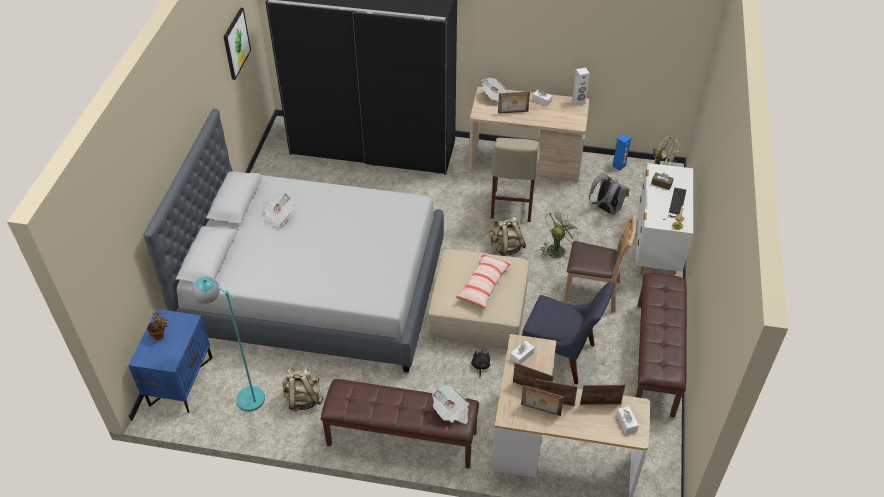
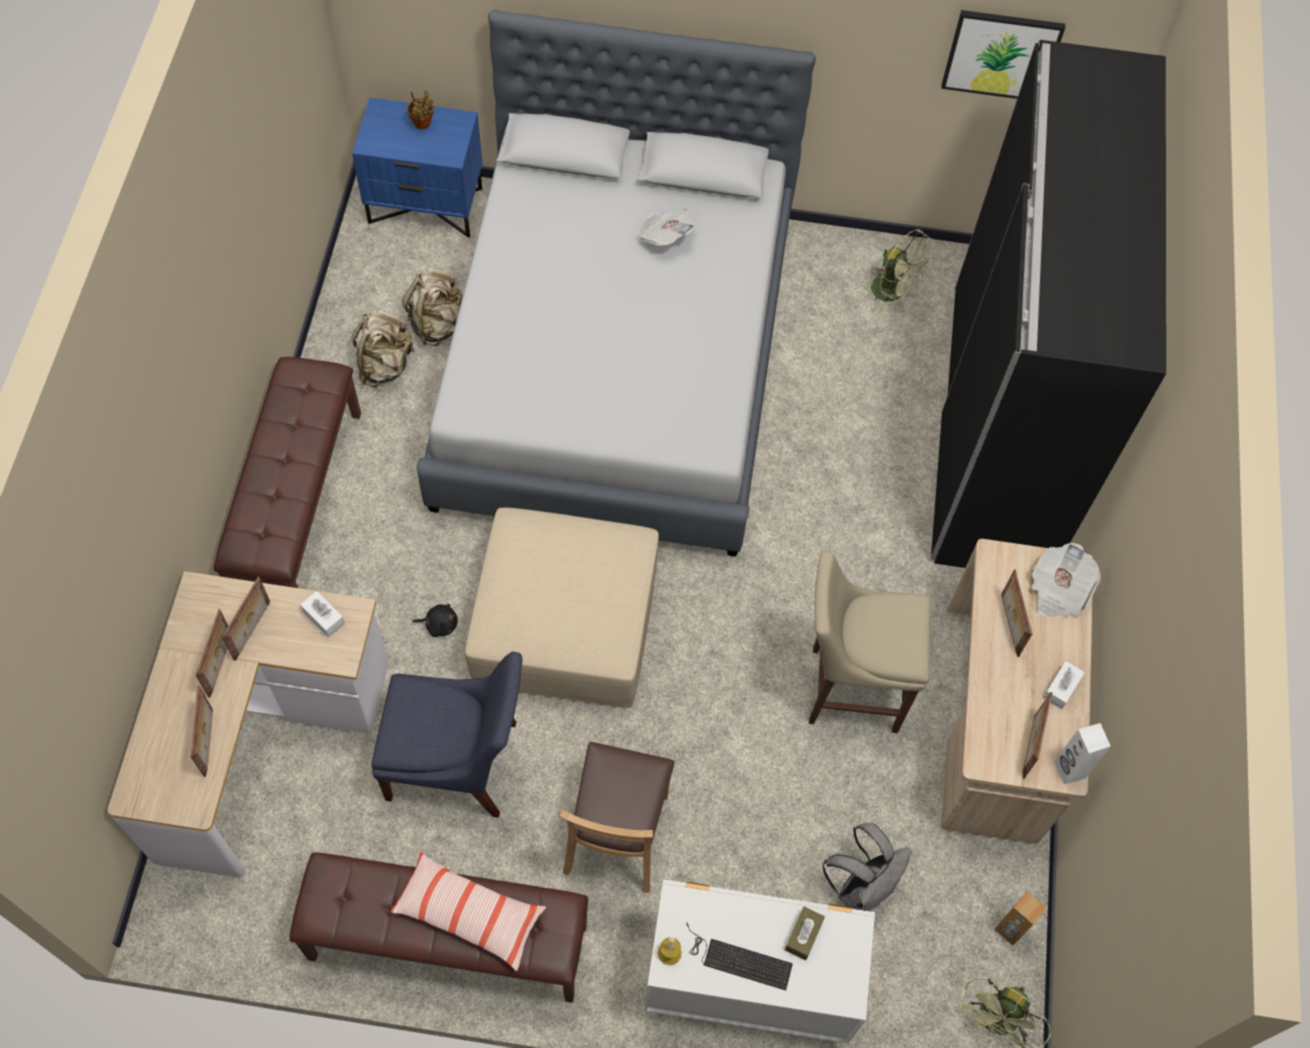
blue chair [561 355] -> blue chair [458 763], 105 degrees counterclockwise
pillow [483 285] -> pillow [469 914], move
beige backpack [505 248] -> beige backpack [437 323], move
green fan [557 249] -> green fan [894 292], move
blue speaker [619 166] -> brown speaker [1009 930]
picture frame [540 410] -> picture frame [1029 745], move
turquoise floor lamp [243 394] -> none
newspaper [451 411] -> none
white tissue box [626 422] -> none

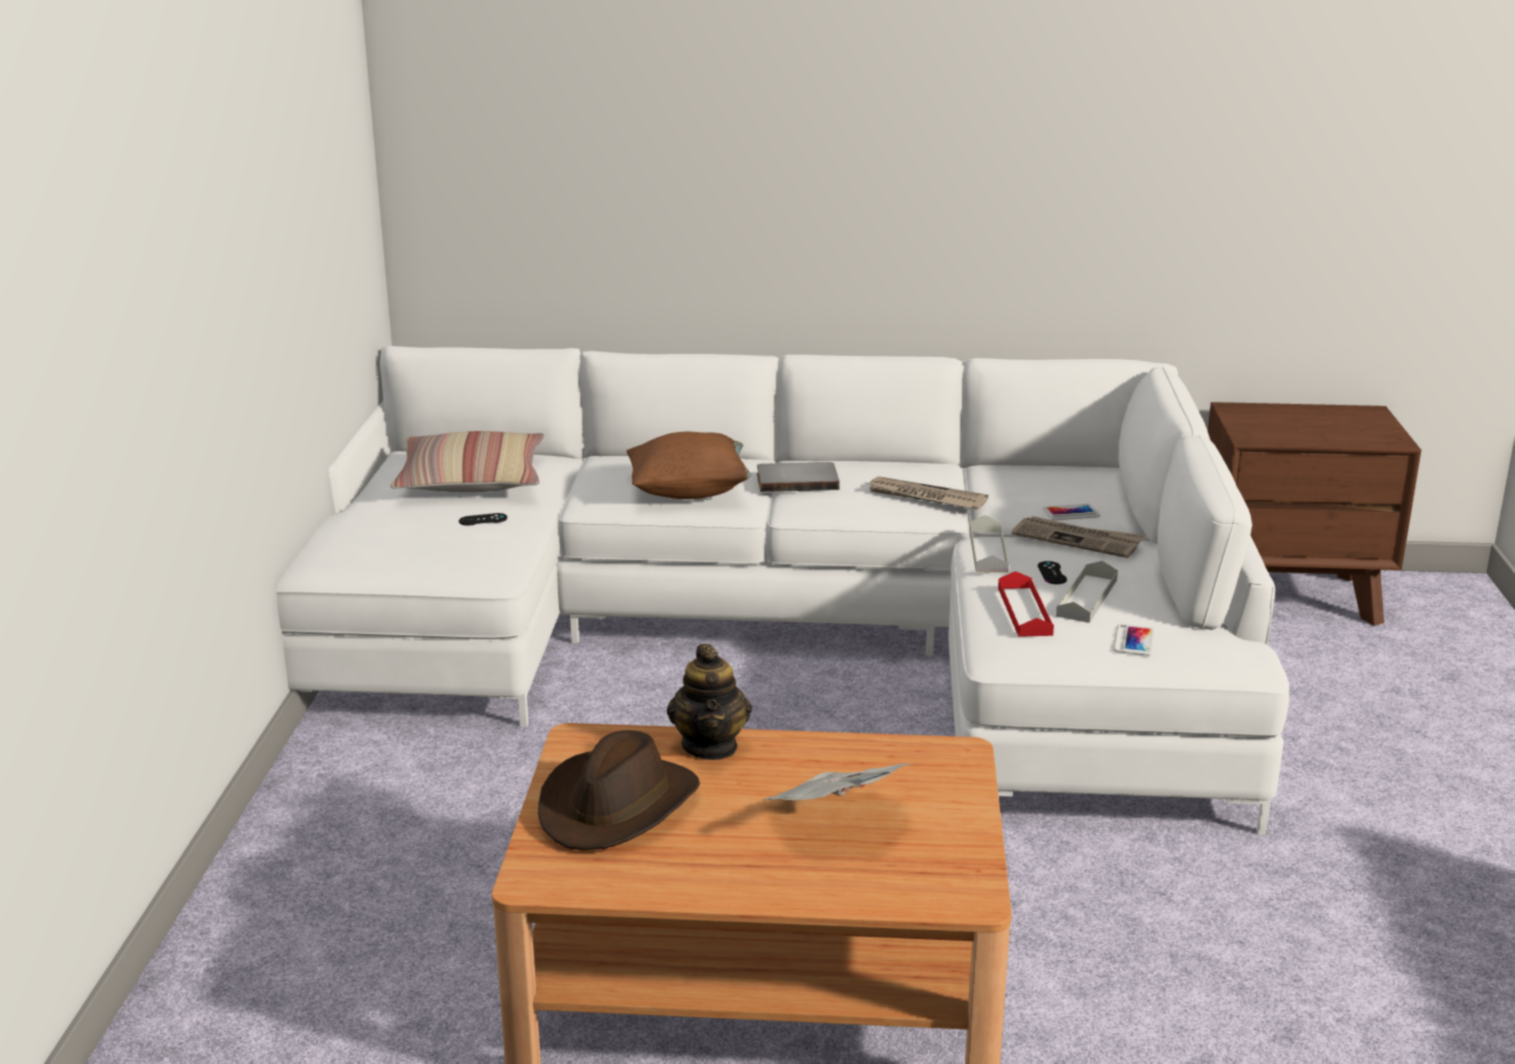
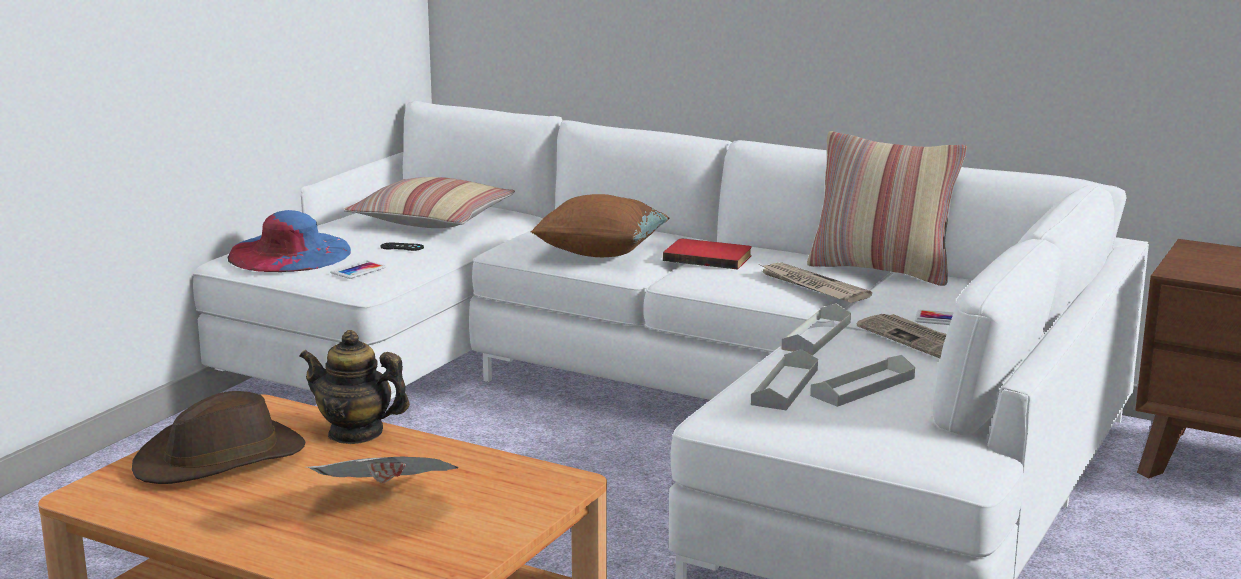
none -> blue hat [290 253]
teapot [710 746] -> teapot [356 433], 90 degrees clockwise
phone [1134 640] -> phone [358 270], move
grey book [797 480] -> red book [708 257]
red tray [1024 611] -> grey tray [785 387]
none -> pillow [881 270]
black game controller [1052 573] -> none

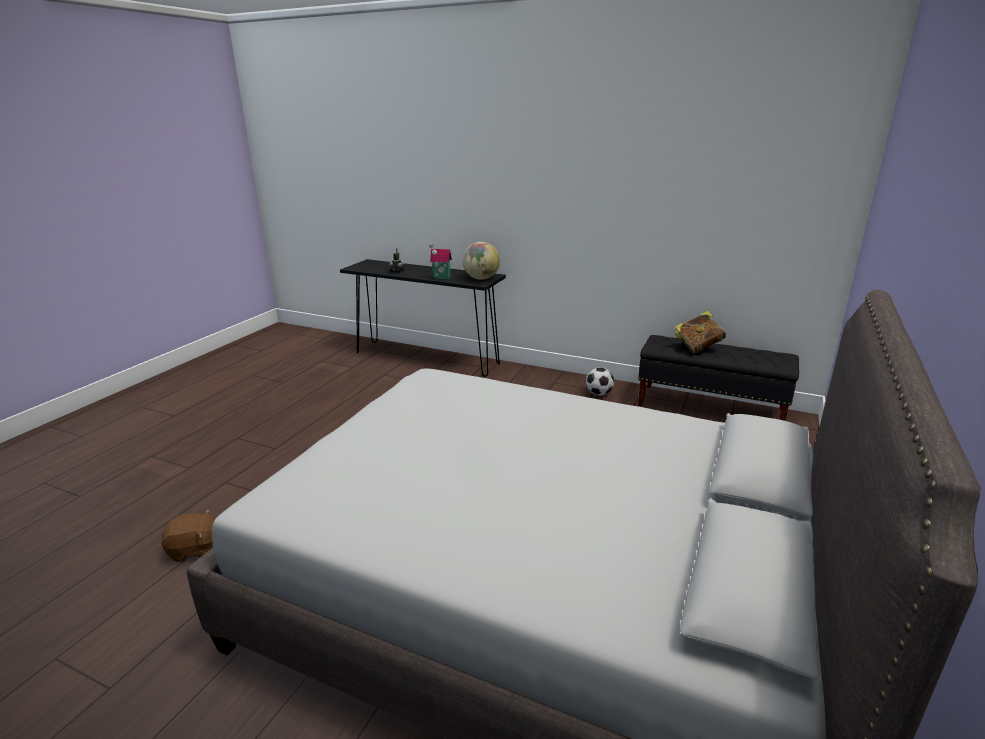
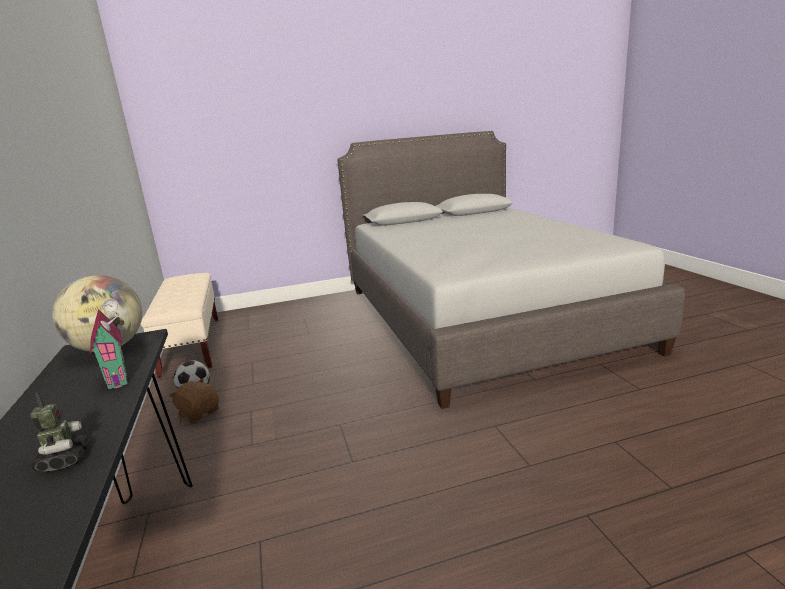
black bench [710 408] -> beige bench [192 345]
brown plush toy [195 549] -> brown plush toy [199 413], move
book [698 348] -> none

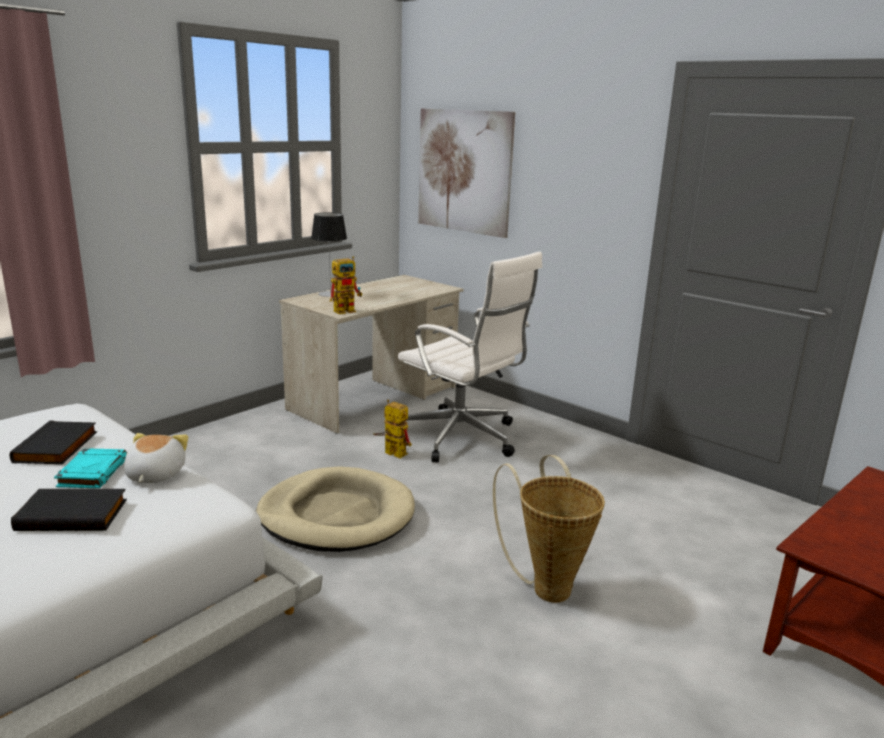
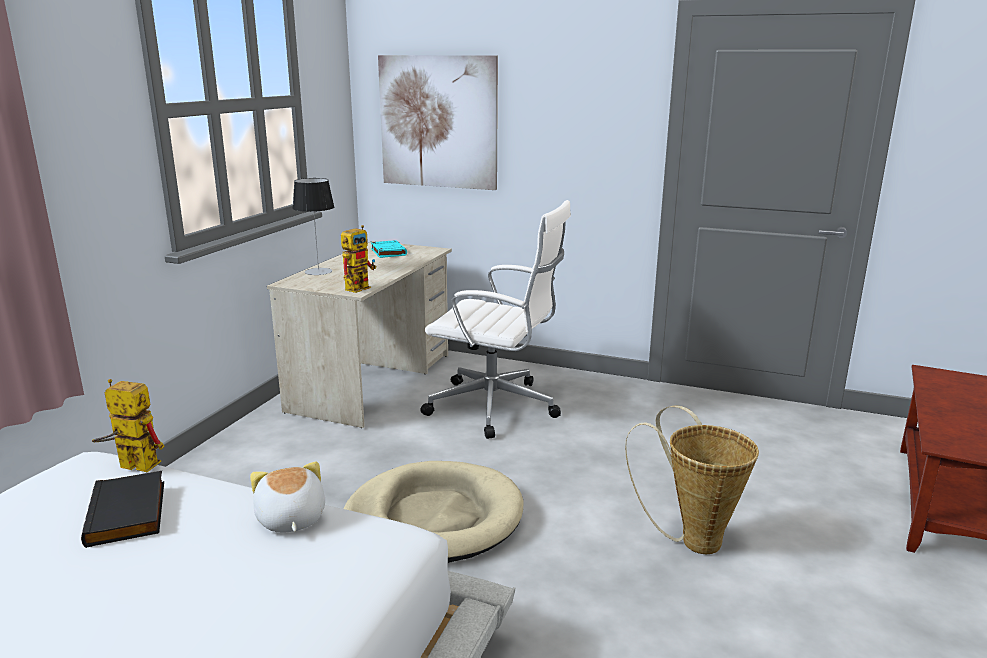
toy robot [391 453] -> toy robot [131 466], move
turquoise book [93 472] -> turquoise book [388 252], move
black book [74 514] -> none

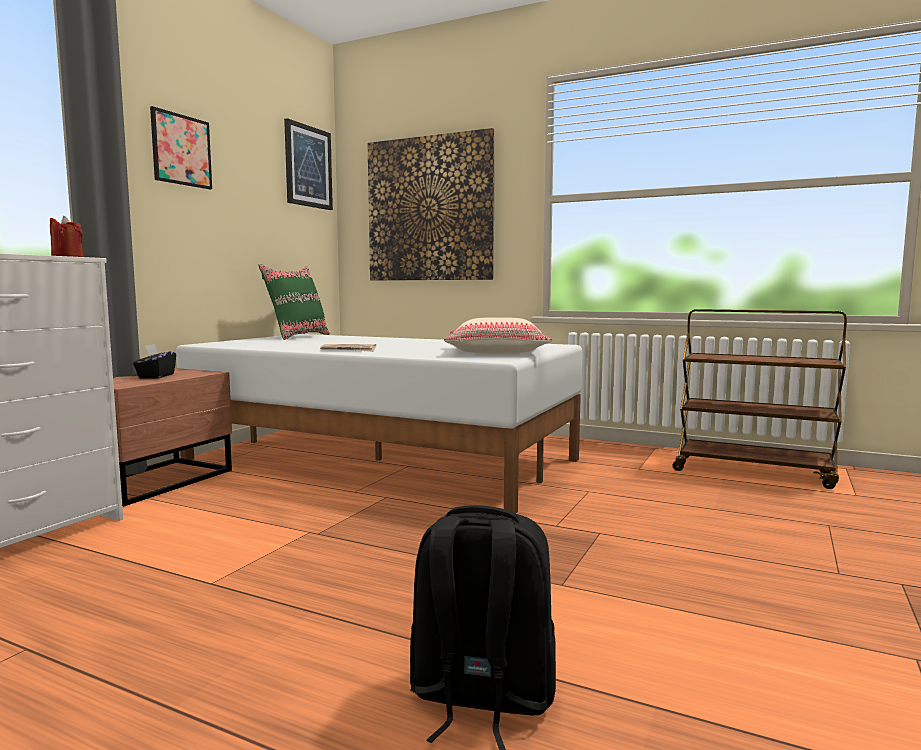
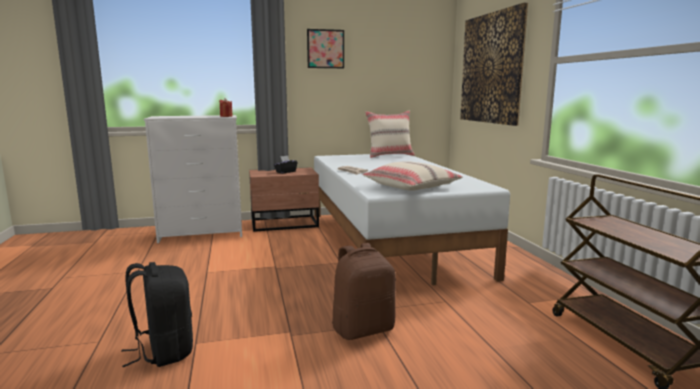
none -> brown backpack [363 329]
green pillow [297 336] -> beige pillow [390 155]
picture [308 166] -> none

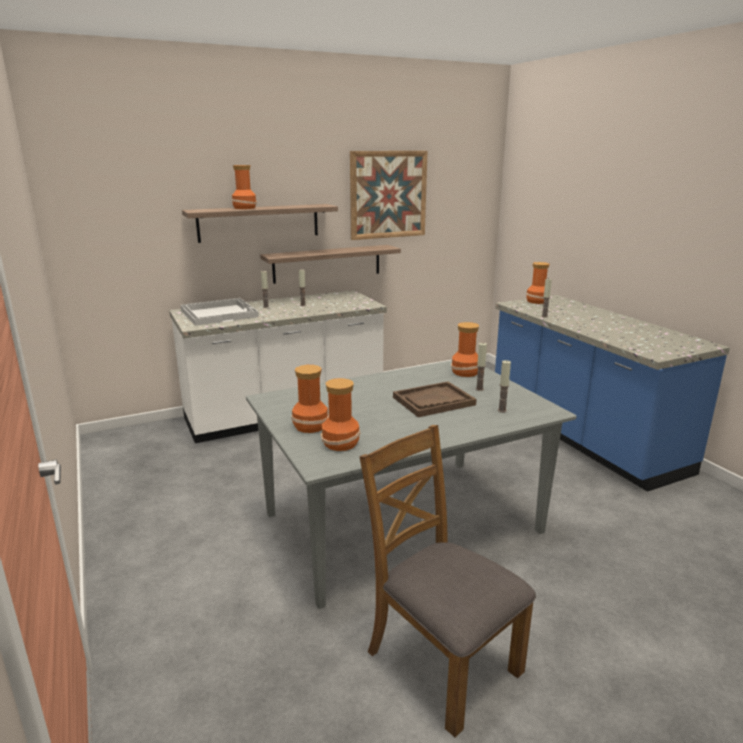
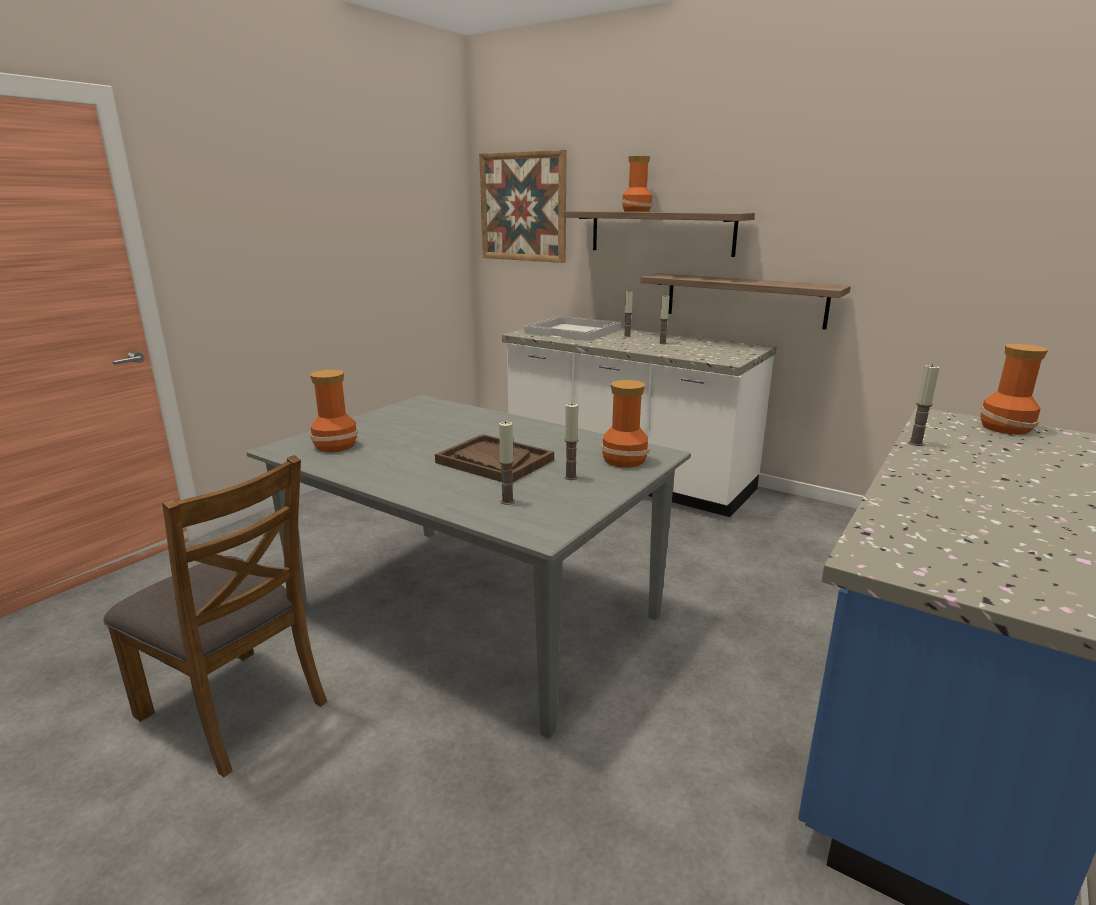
brown chair [441 661] -> brown chair [235 708], 105 degrees clockwise
picture [388 195] -> picture [523 207], move
vase [310 426] -> none

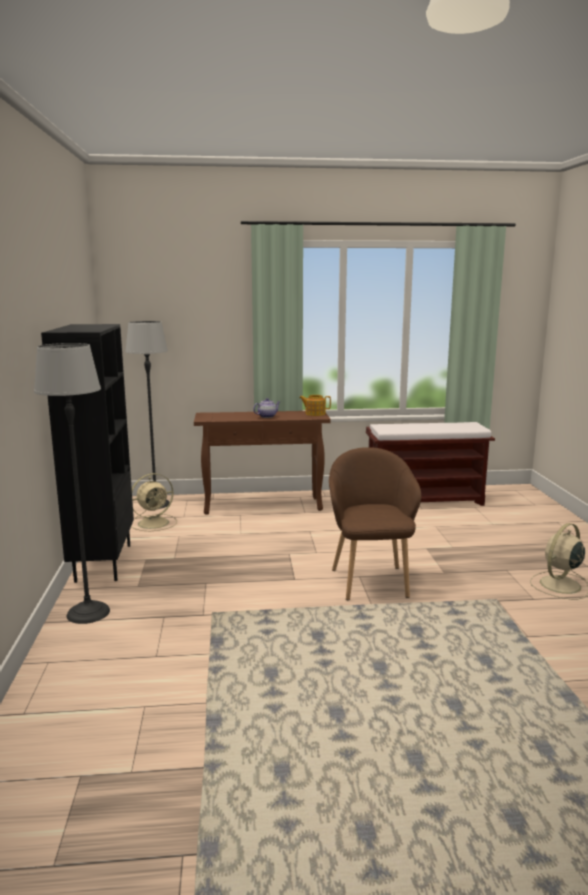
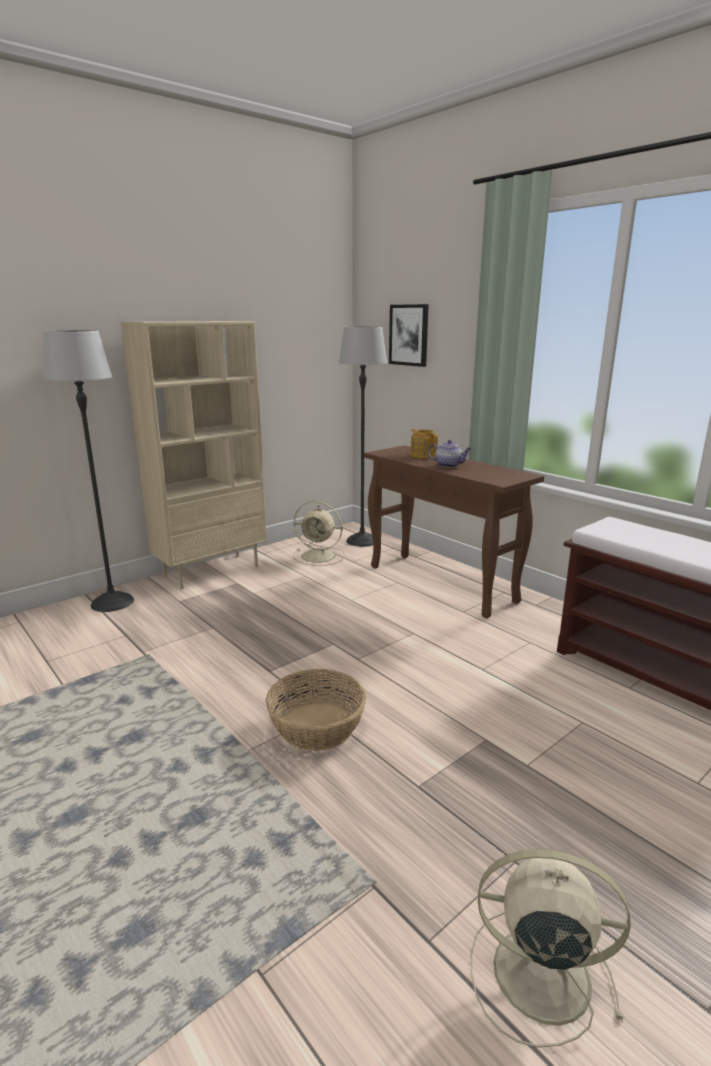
black bookcase [102 562] -> beige bookcase [211 570]
brown armchair [370 581] -> basket [317 726]
none -> picture [409 335]
teapot [314 413] -> teapot [423 455], move

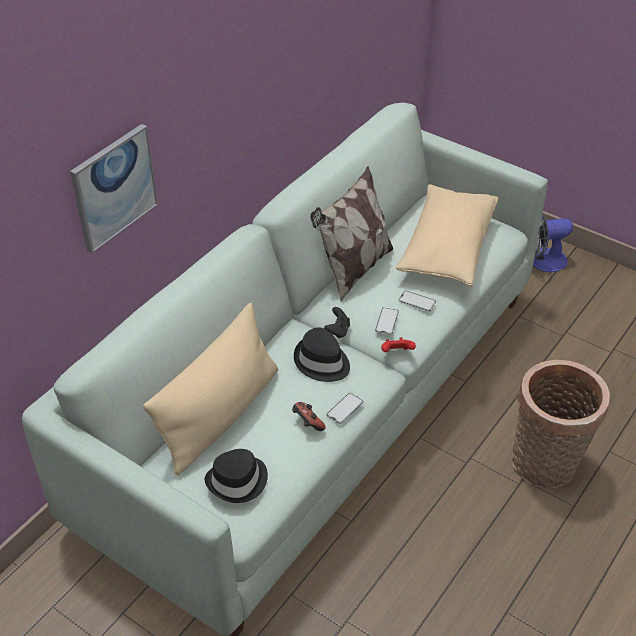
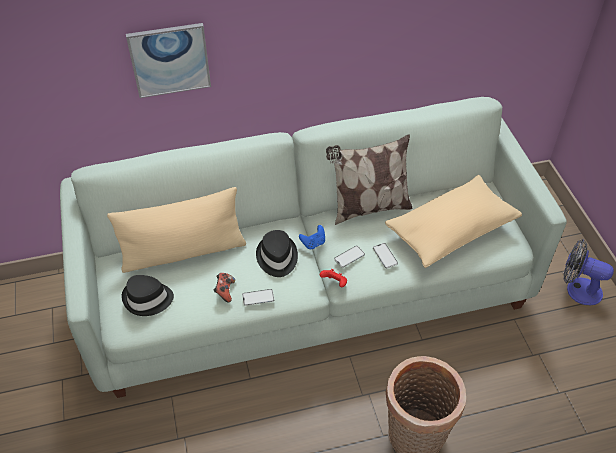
black game controller [338 331] -> blue game controller [313 243]

